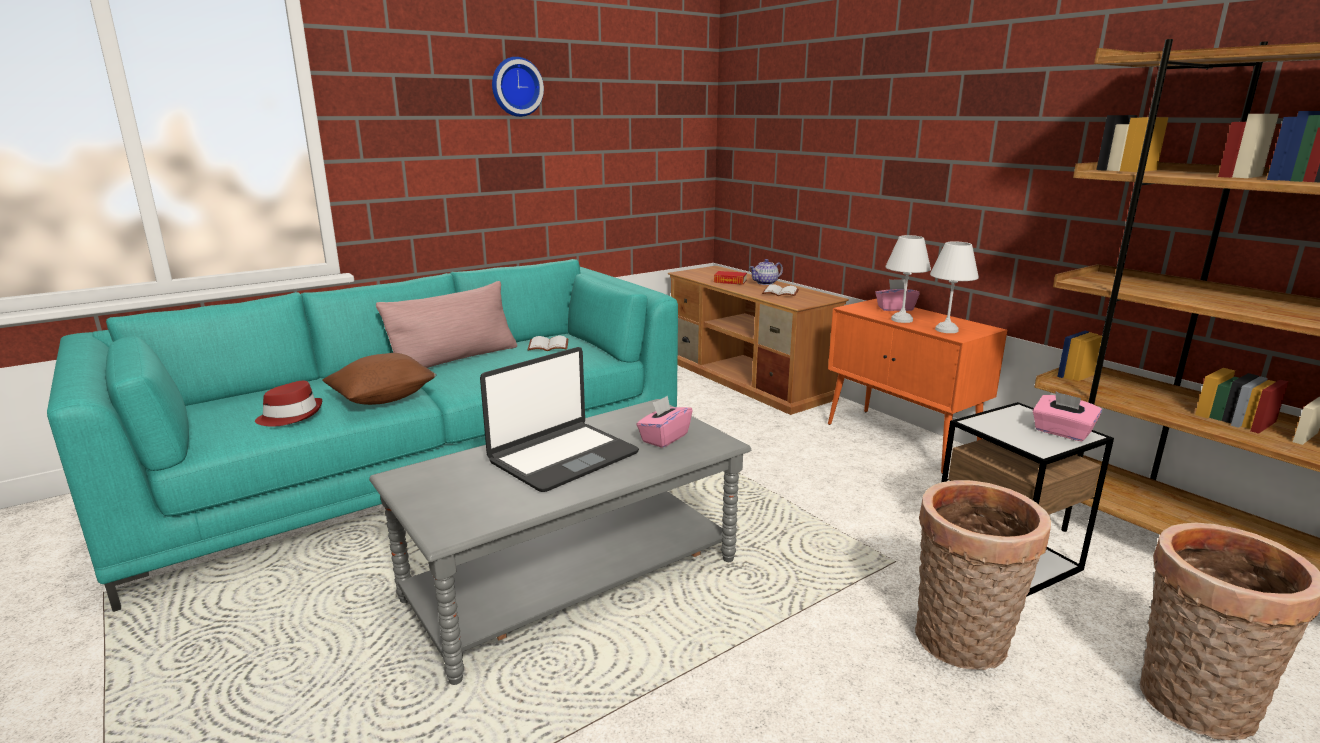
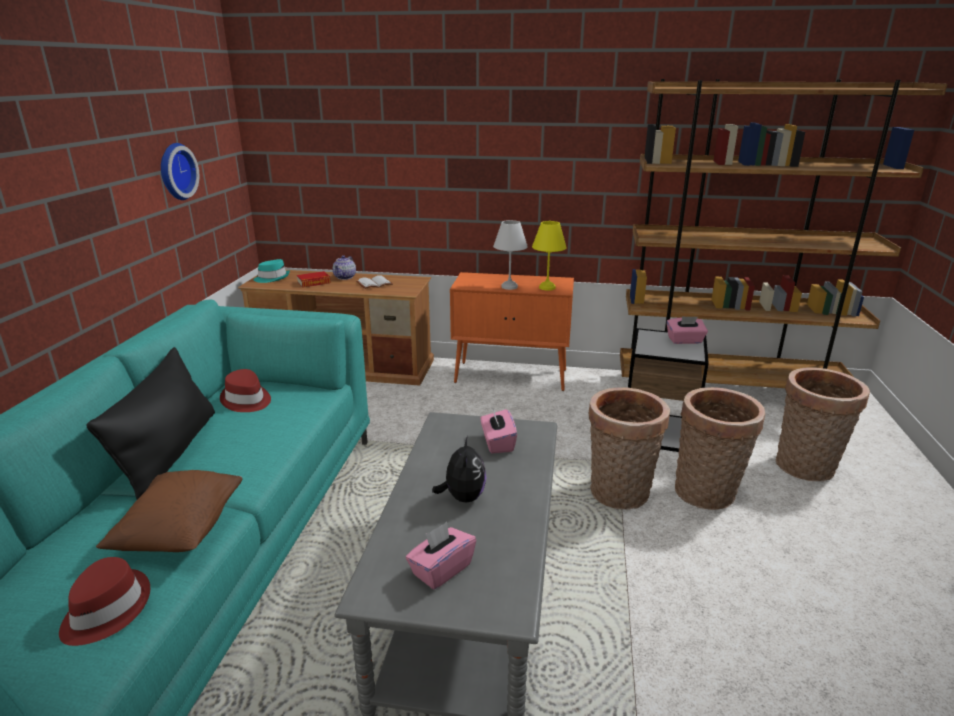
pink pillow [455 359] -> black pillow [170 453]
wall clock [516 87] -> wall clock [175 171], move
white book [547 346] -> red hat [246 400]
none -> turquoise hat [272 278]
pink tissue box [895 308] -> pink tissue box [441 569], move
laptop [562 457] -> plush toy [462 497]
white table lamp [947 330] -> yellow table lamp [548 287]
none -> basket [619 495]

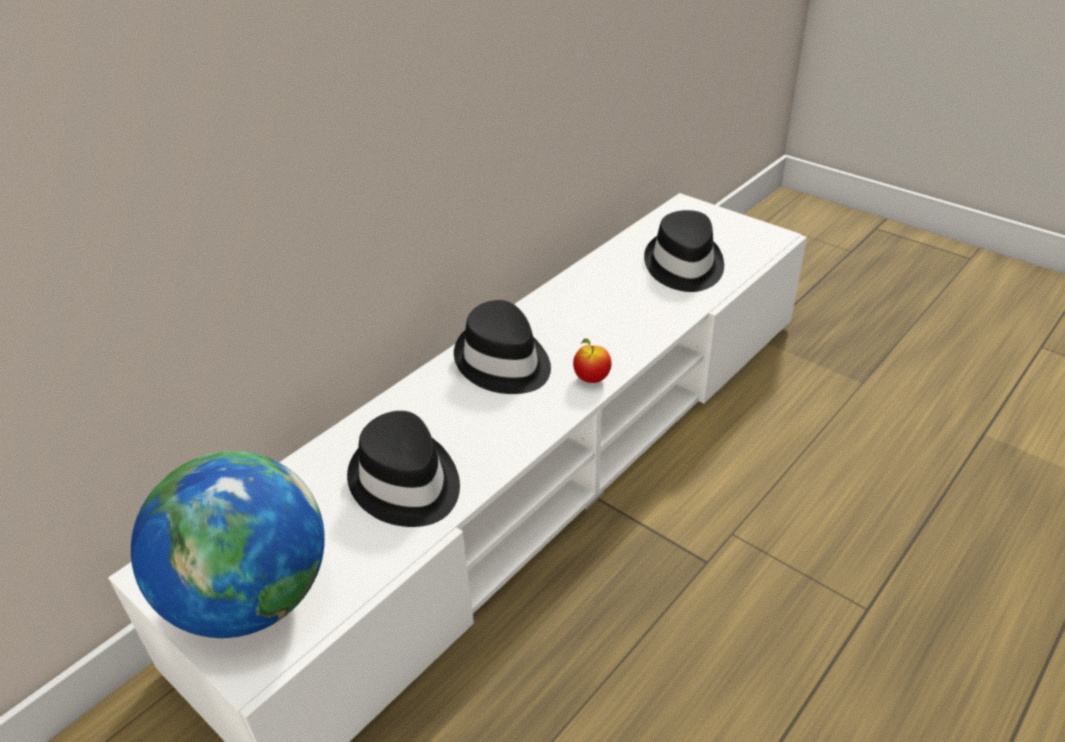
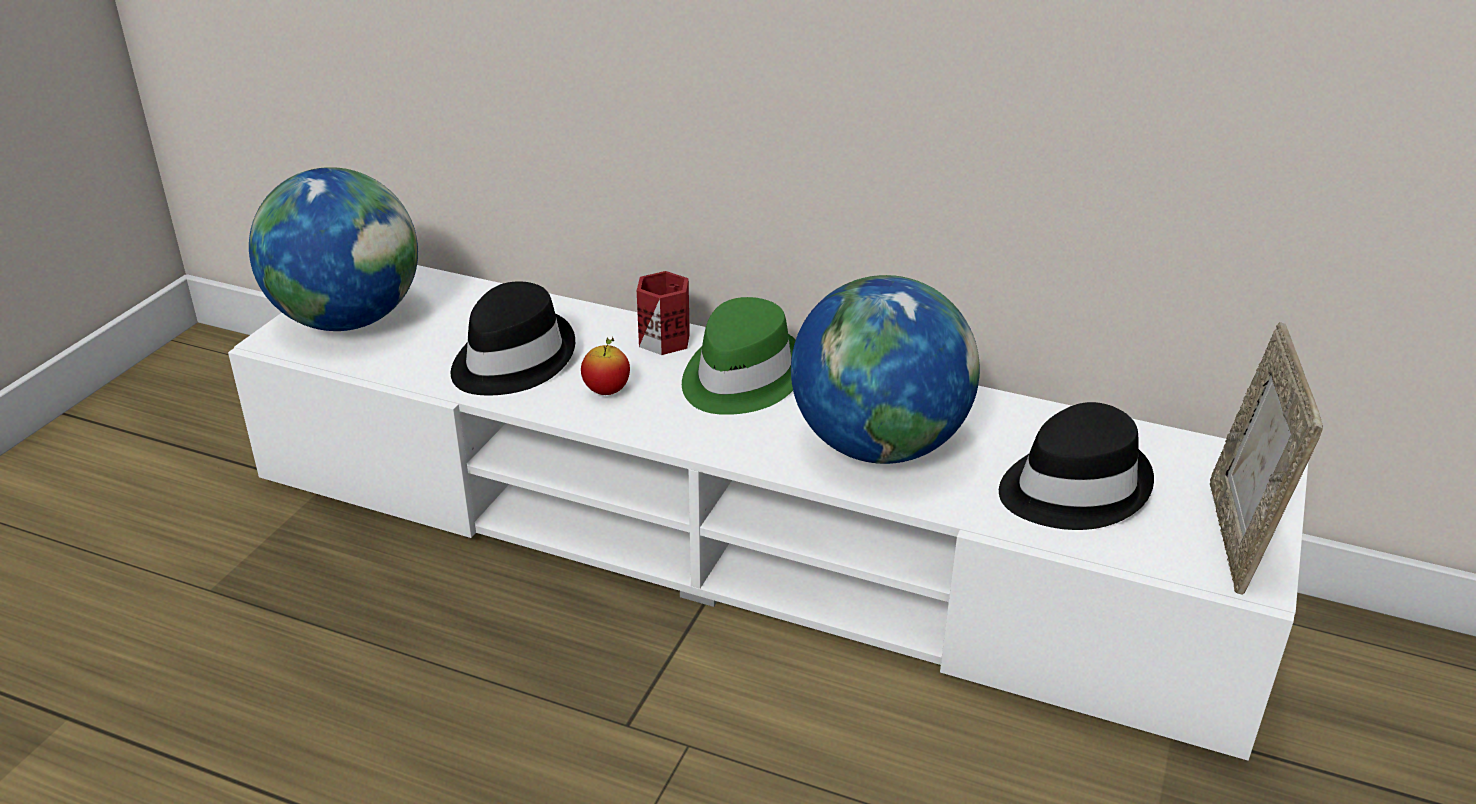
apple [591 378] -> apple [607 391], move
none -> red mug [664 339]
black hat [503 363] -> green hat [739 377]
none -> globe [878 446]
none -> picture frame [1238 537]

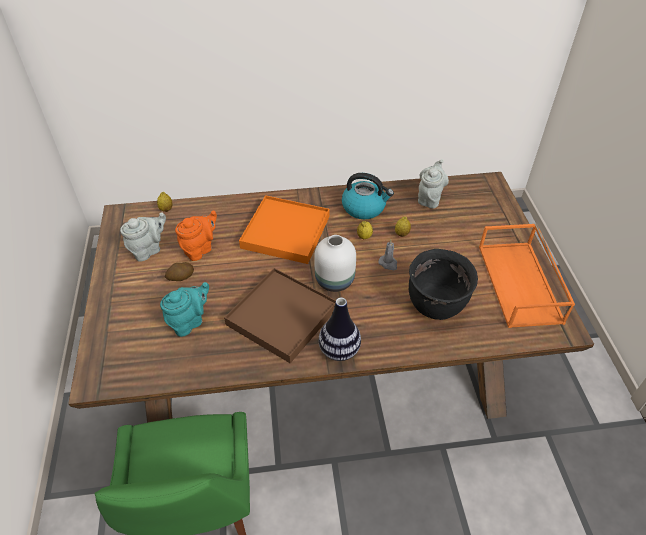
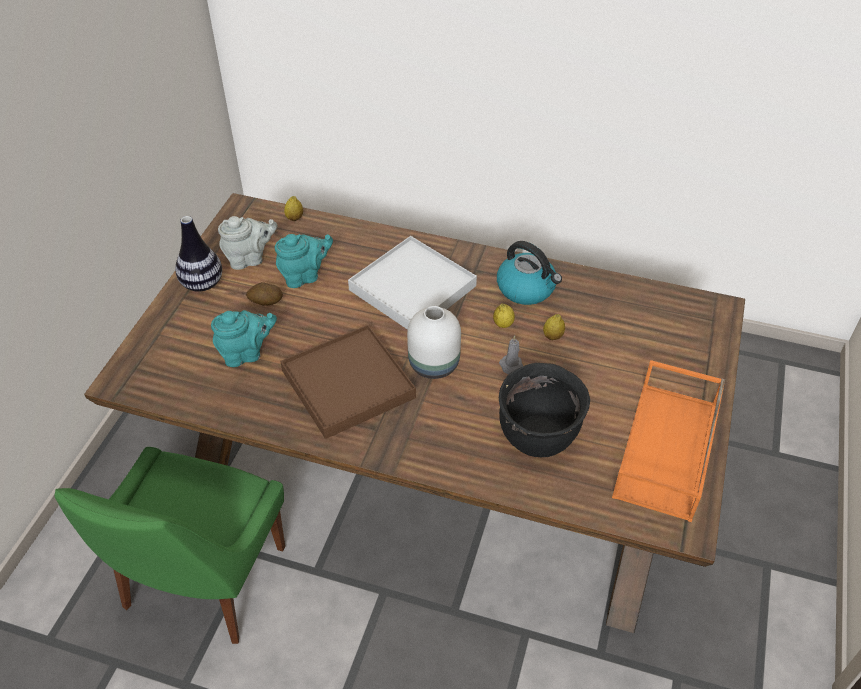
vase [339 350] -> vase [202 284], move
orange teapot [200 249] -> turquoise teapot [304 276]
orange tray [285 232] -> white tray [412 288]
grey teapot [429 198] -> none

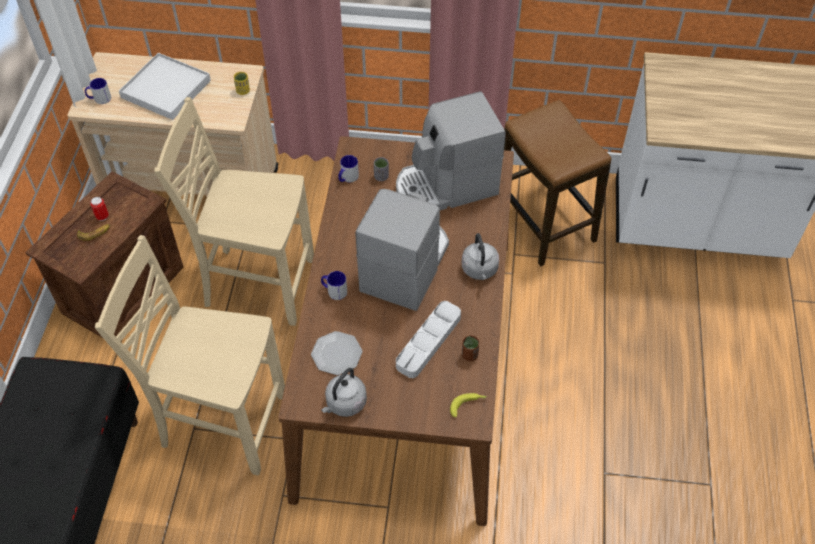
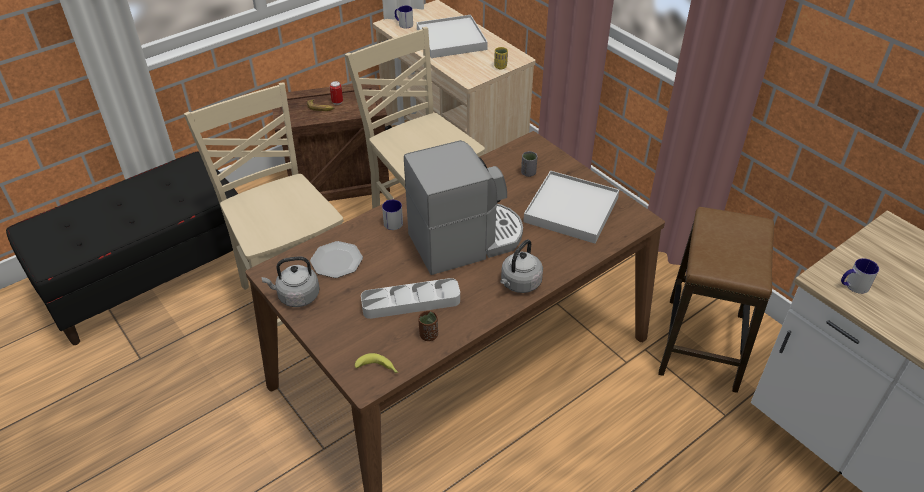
coffee machine [446 186] -> white tray [571 210]
mug [347 178] -> mug [853 286], move

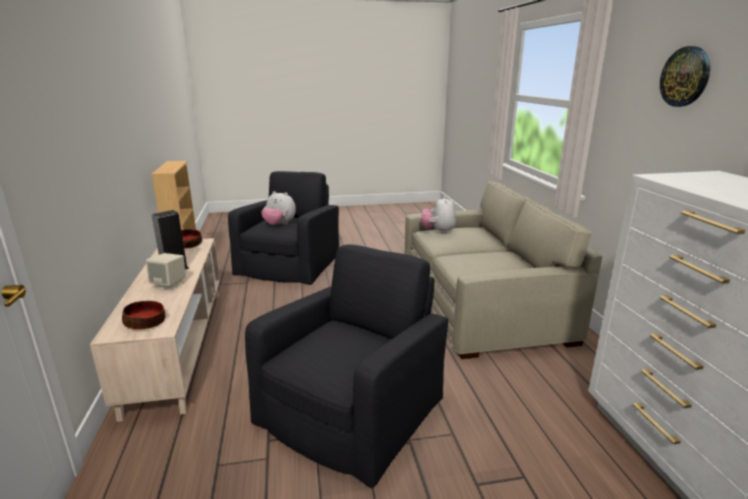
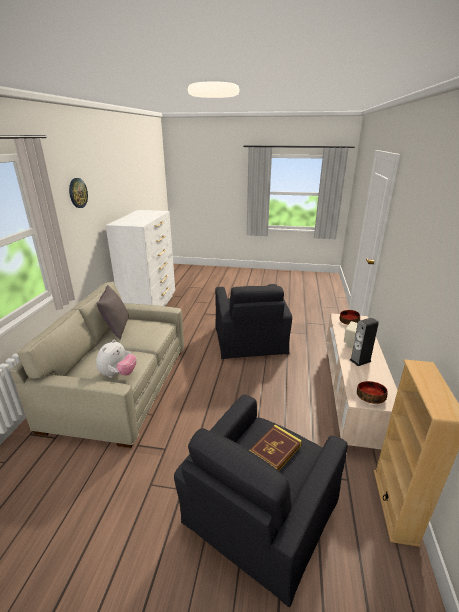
none -> grey pillow [116 329]
black armchair [352 407] -> black armchair [250 340], 60 degrees counterclockwise
plush toy [279 224] -> book [274 451]

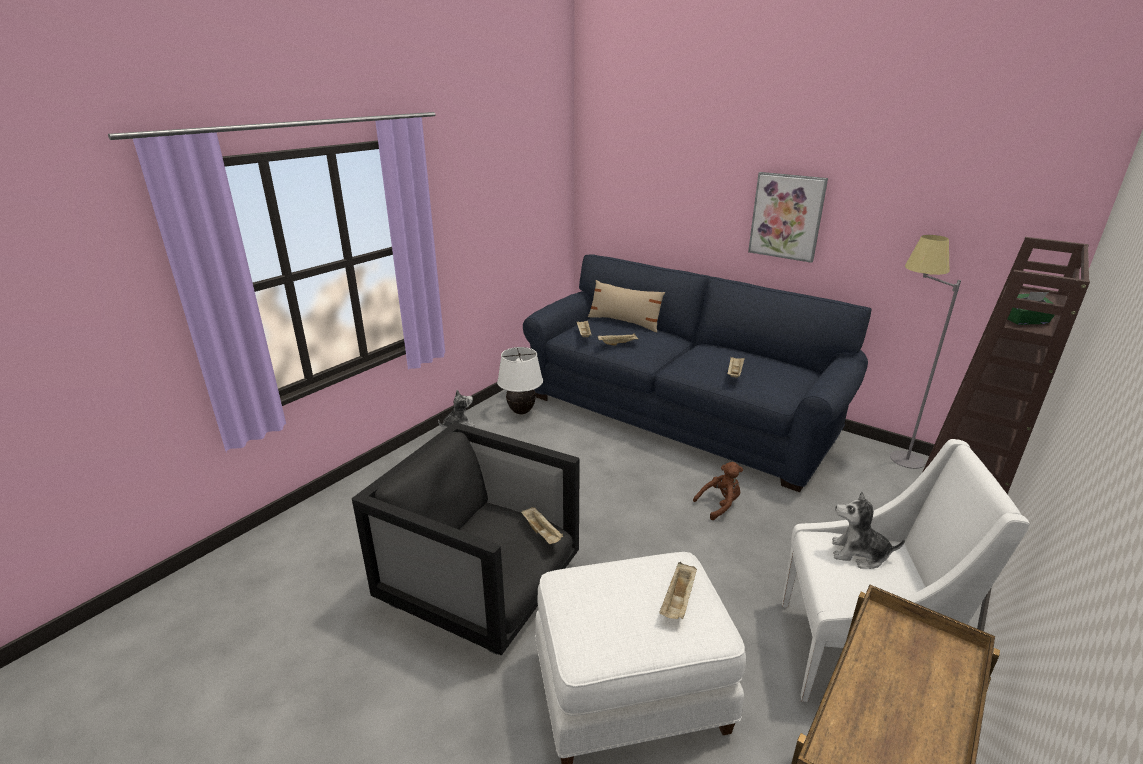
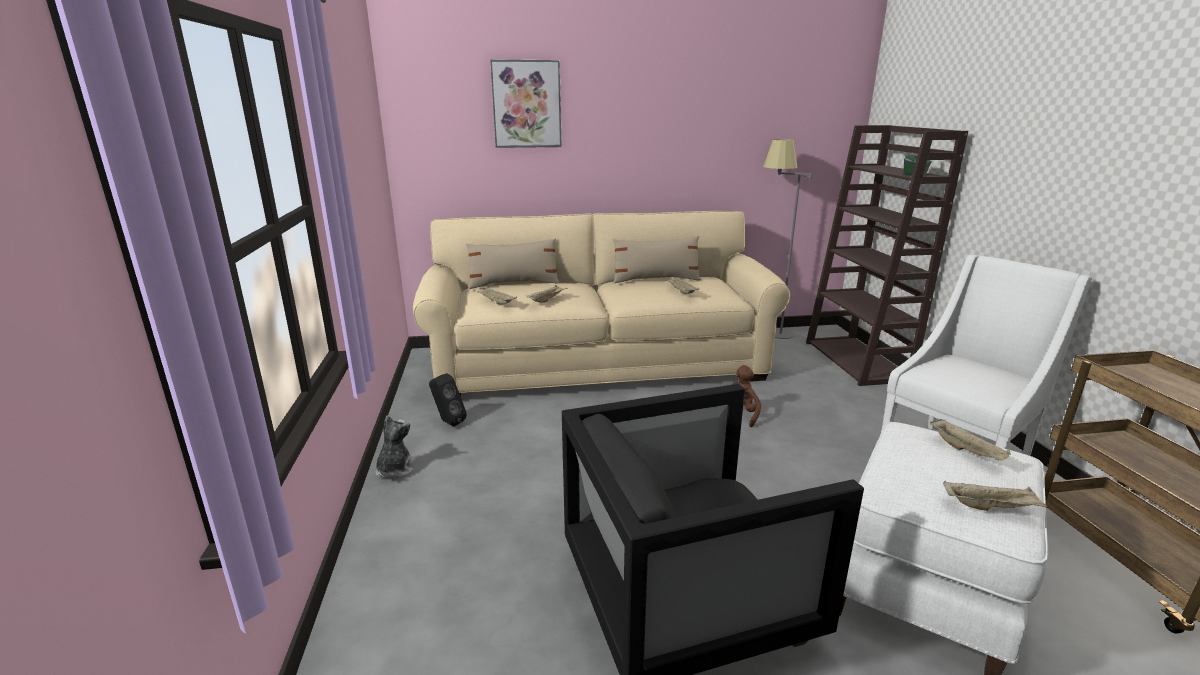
blue sofa [679 414] -> beige sofa [599 364]
white table lamp [521 411] -> black speaker [448 422]
picture [786 216] -> picture [526 104], move
none -> beige pillow [656 279]
beige tray [542 533] -> beige tray [990 507], move
plush toy [858 554] -> none

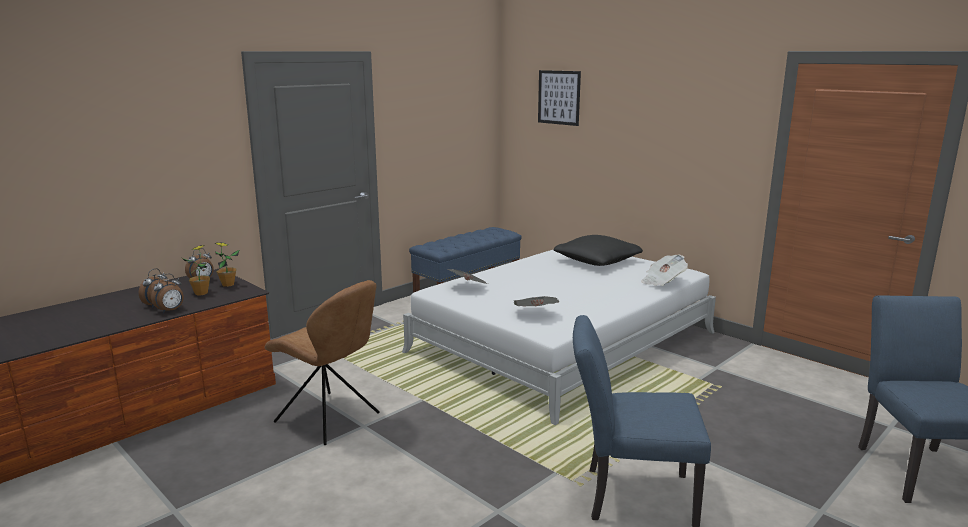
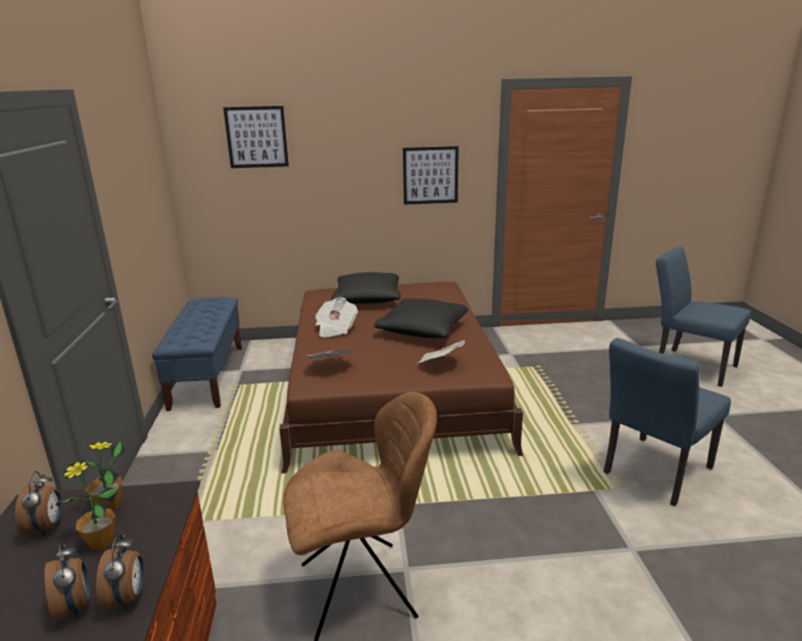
white bed [563 342] -> brown bed [391 386]
newspaper [662 281] -> newspaper [335 329], move
none -> black pillow [423 330]
none -> picture [430 175]

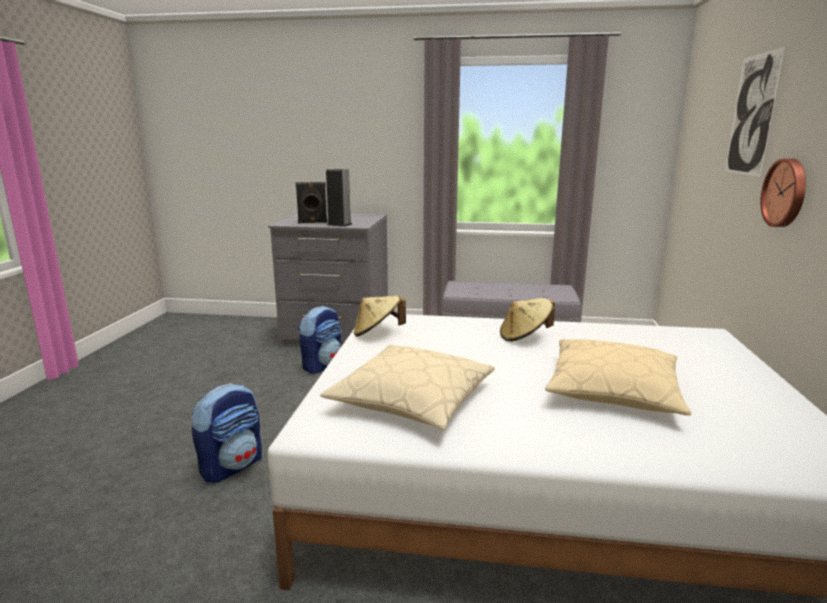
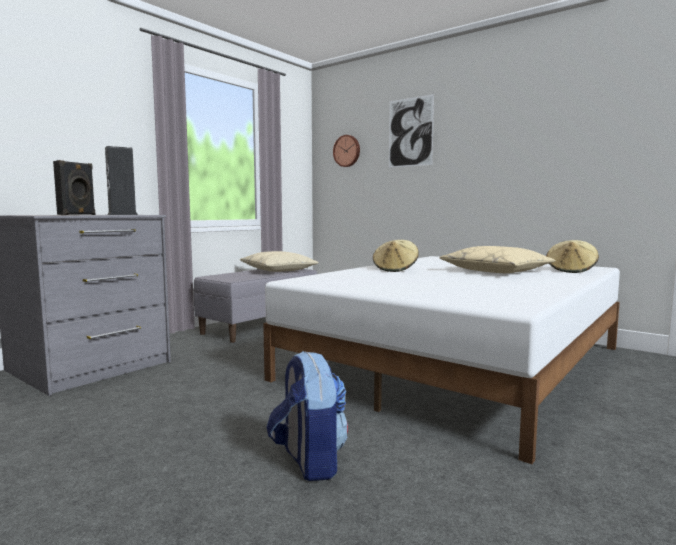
beige pillow [412 399] -> beige pillow [278 270], move
wall clock [786 193] -> wall clock [347 151], move
beige hat [377 333] -> beige hat [571 270], move
backpack [322 365] -> none

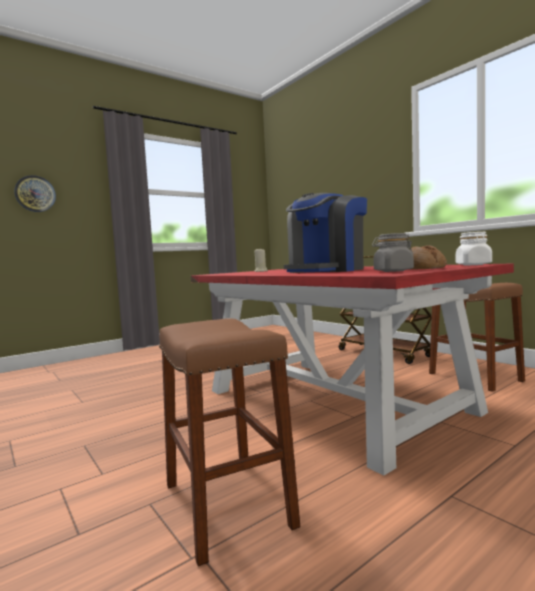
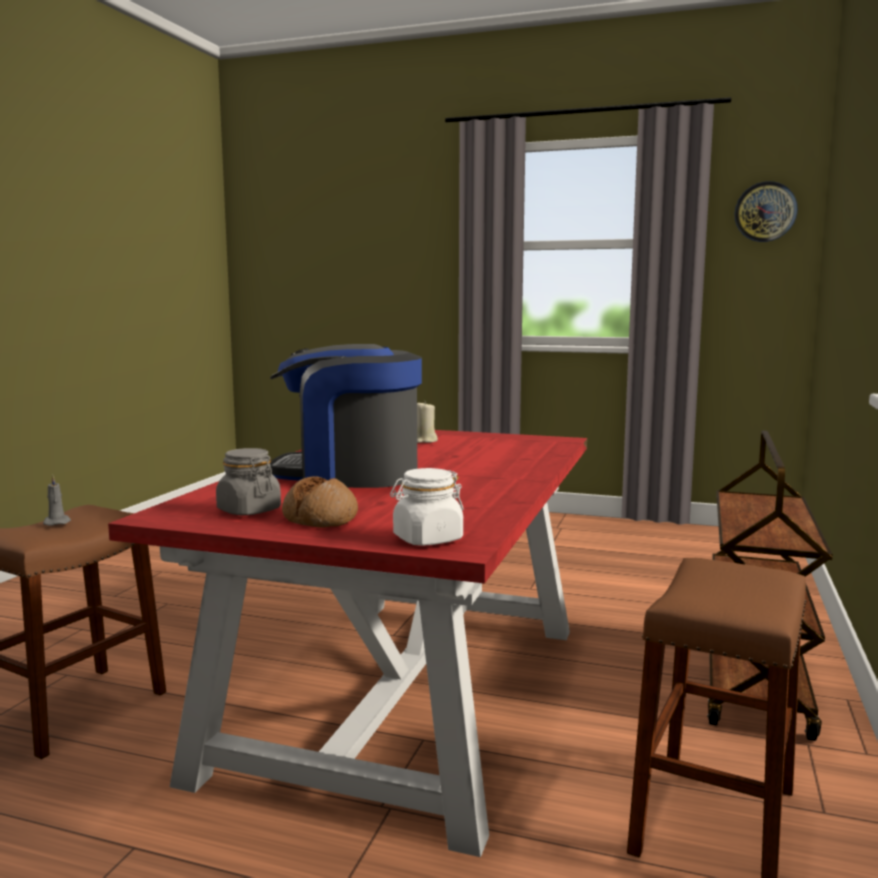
none -> grey candle [57 522]
wall clock [35 194] -> wall clock [765 212], move

